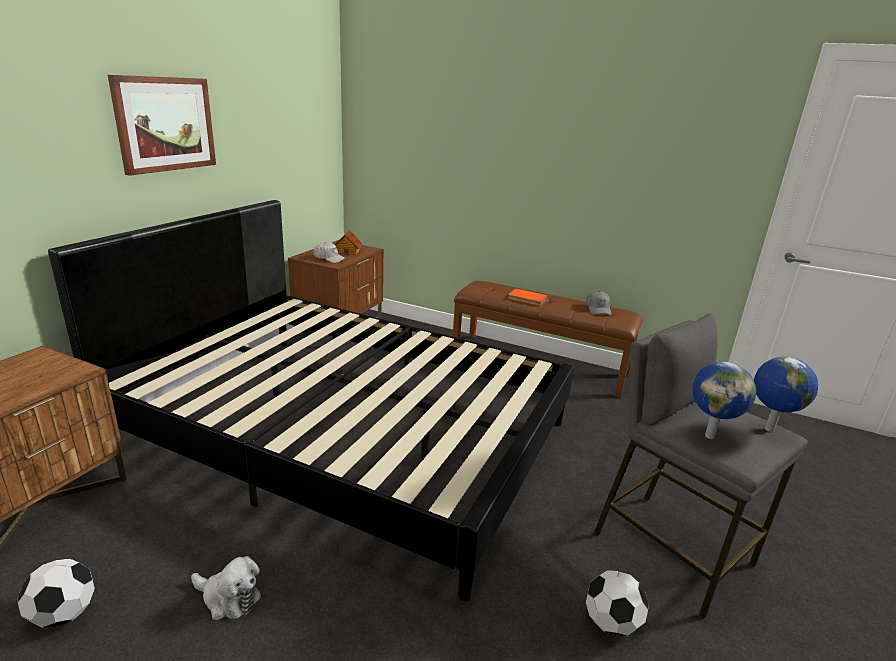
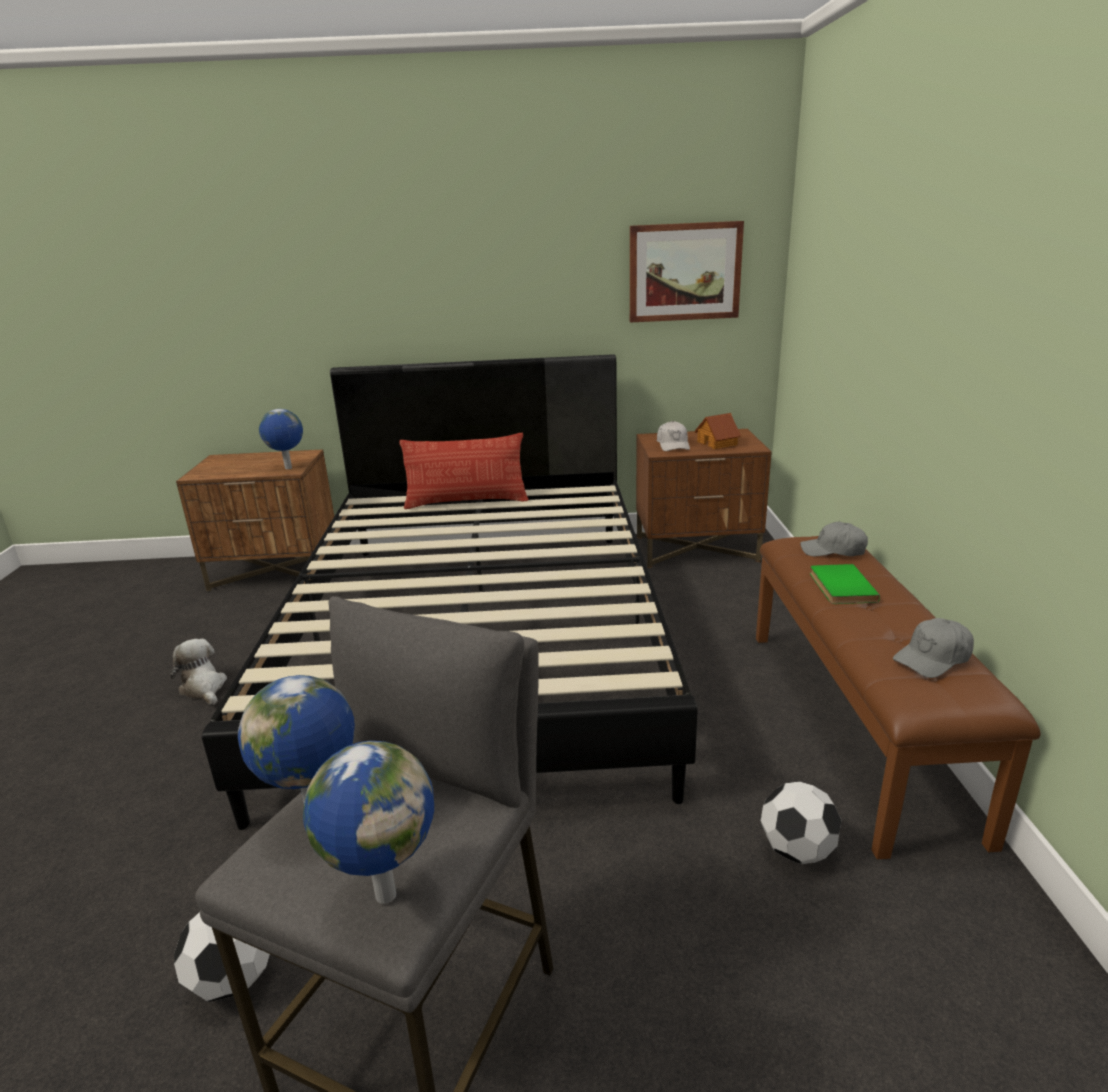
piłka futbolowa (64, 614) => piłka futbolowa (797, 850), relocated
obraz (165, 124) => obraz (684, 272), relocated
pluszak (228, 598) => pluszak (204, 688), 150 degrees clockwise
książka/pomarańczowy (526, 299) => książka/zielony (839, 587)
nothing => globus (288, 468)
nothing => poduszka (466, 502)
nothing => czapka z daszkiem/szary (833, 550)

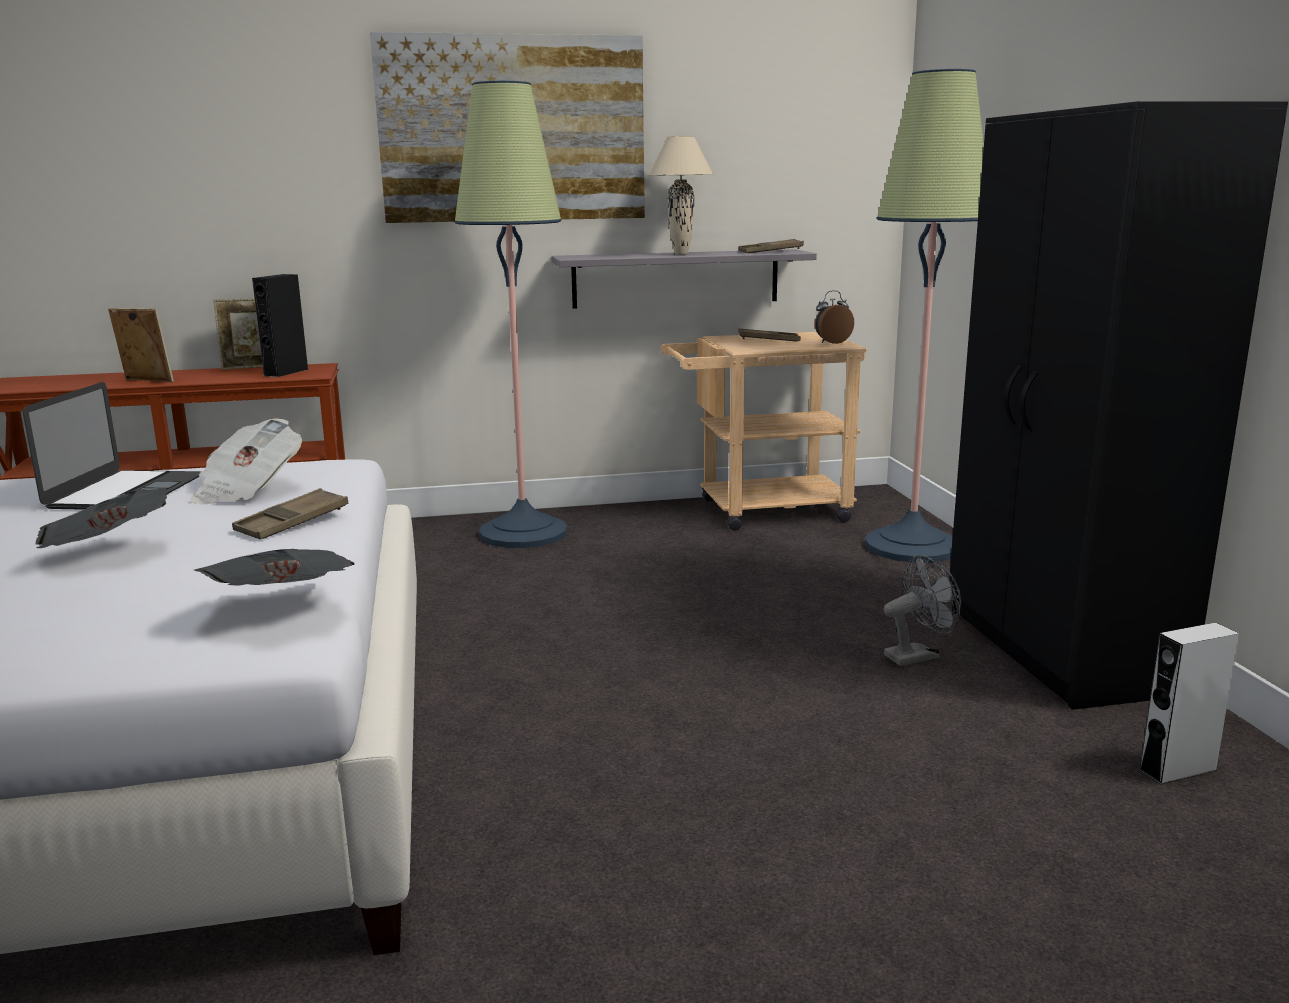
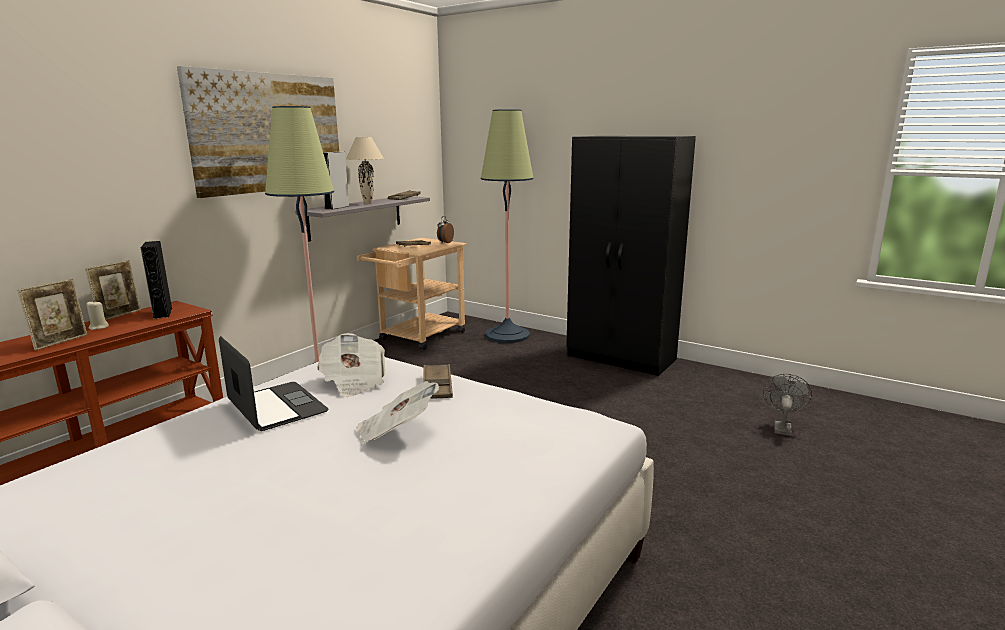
ramka na zdjęcie (146, 381) => ramka na zdjęcie (61, 342), 135 degrees clockwise
gazeta (284, 607) => nothing
wentylator/szary (918, 655) => wentylator/szary (781, 427), relocated
głośnik/szary (1177, 770) => głośnik/szary (337, 207), relocated
nothing => świeca/beżowy (98, 327)

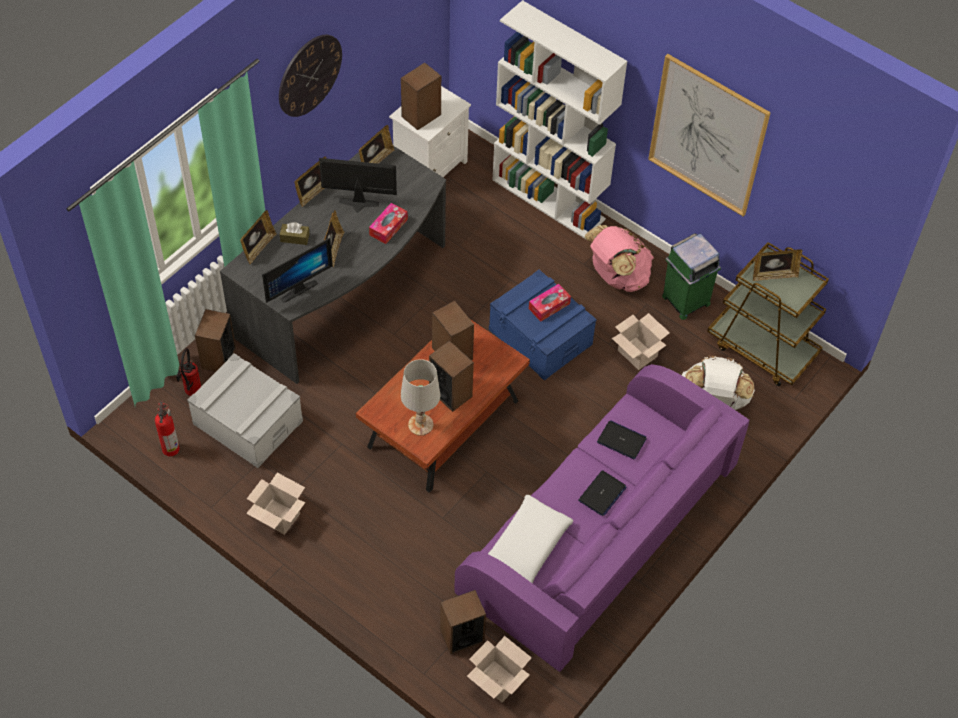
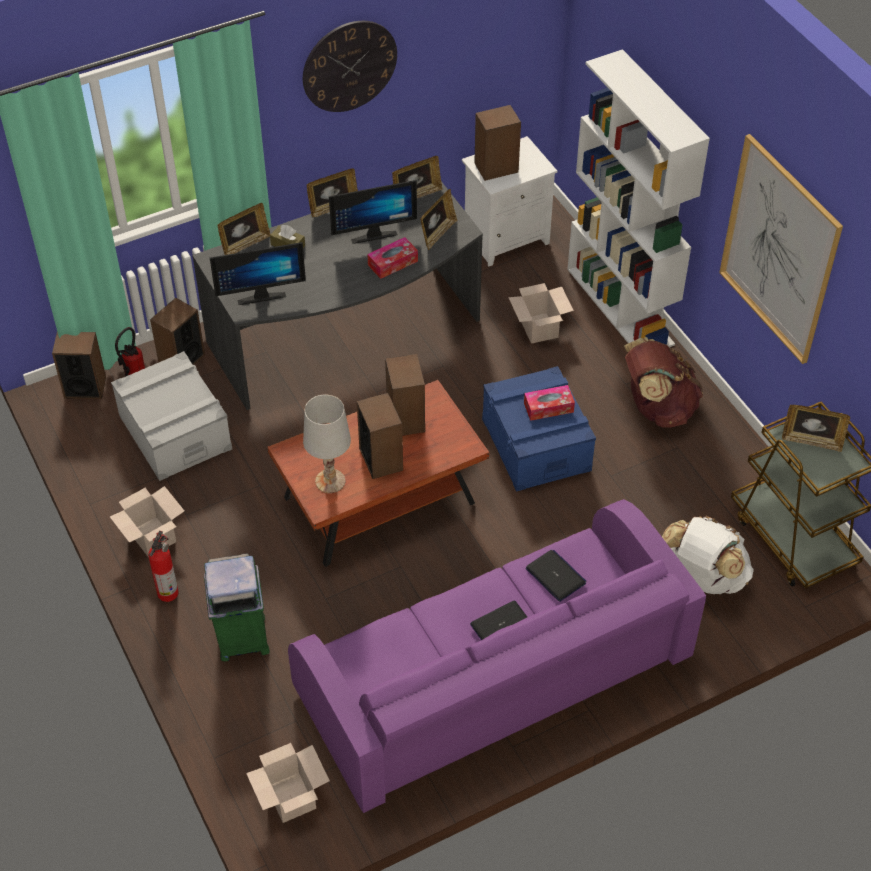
gaśnica (171, 448) => gaśnica (168, 591), relocated
monitor (358, 206) => monitor (372, 233), 135 degrees clockwise
ramka na zdjęcie (333, 249) => ramka na zdjęcie (437, 234), relocated
głośnik (462, 636) => głośnik (85, 387), relocated
poduszka/biały (527, 545) => nothing
plecak/różowy (617, 276) => plecak/brązowy (657, 408)
karton (638, 354) => karton (540, 329), relocated
kosz na śmieci/zielony (685, 301) => kosz na śmieci/zielony (241, 638), relocated

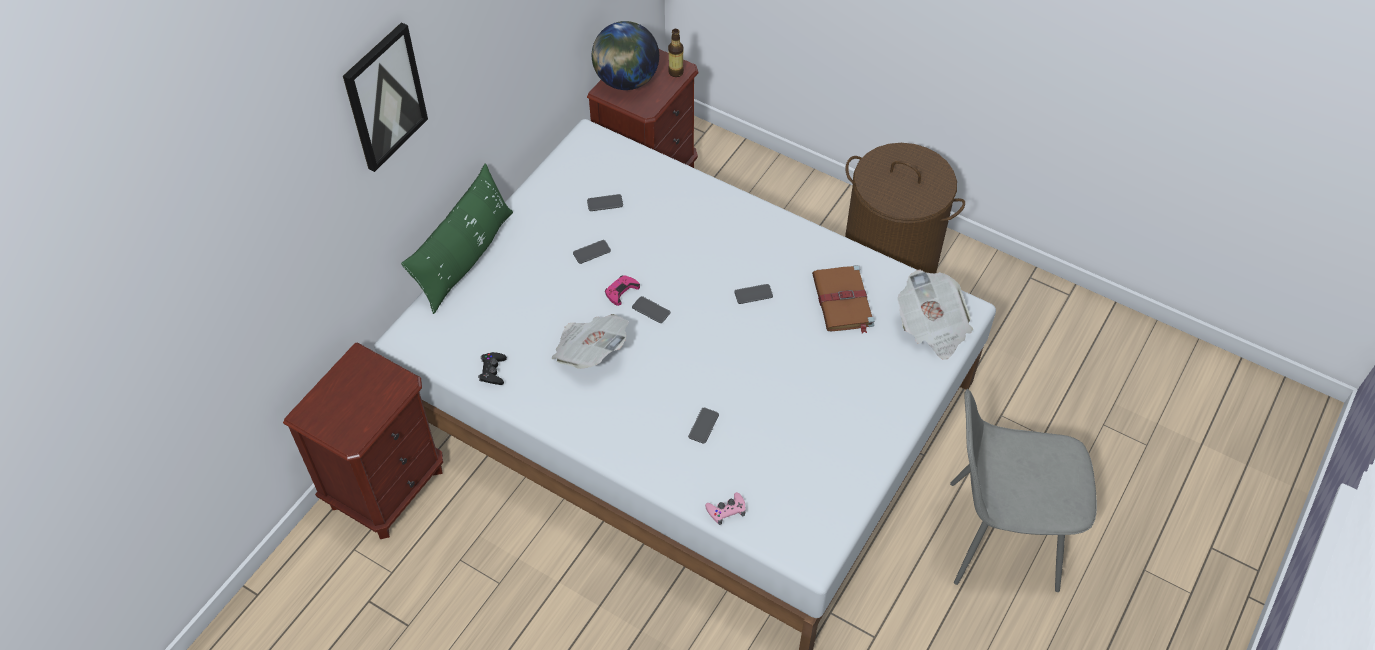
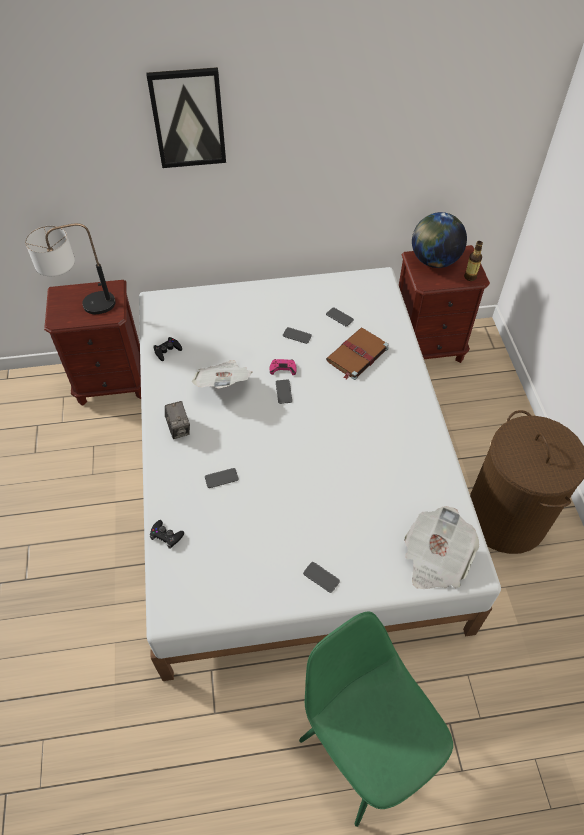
poduszka/zielony (465, 258) => nothing
pad do gier/różowy (726, 510) => pad do gier/czarny (166, 535)
telefon (753, 294) => telefon (321, 577), relocated
książka/brązowy (843, 302) => książka/brązowy (356, 355), relocated
krzesło/szary (998, 535) => krzesło/zielony (366, 744)
nothing => lampa stołowa (83, 307)
nothing => aparat fotograficzny (179, 428)

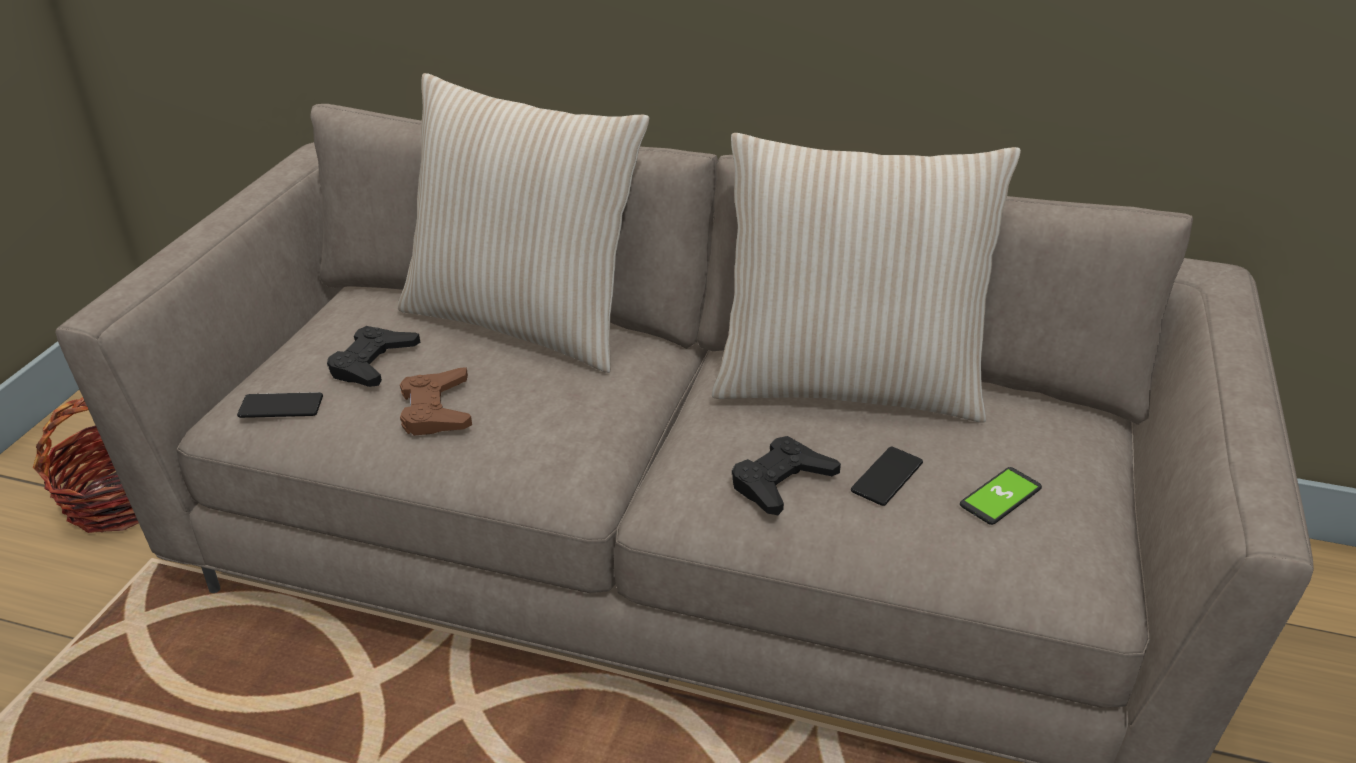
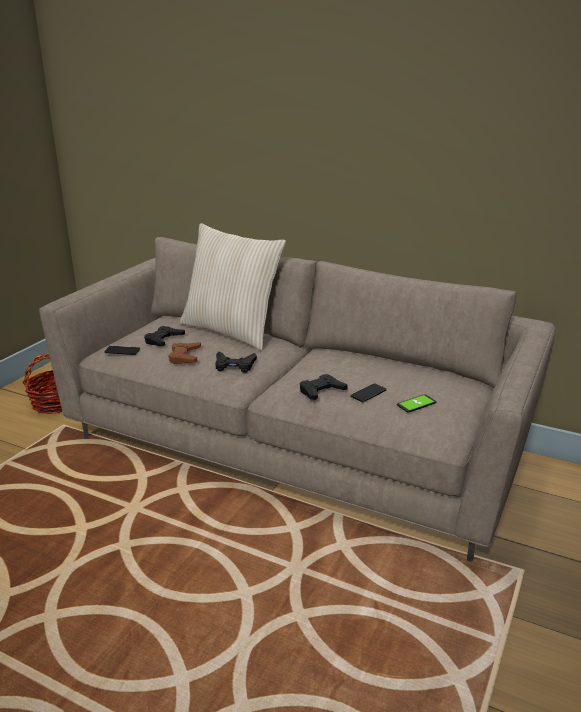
poduszka/beżowy (848, 384) => nothing
nothing => pad do gier/czarny (234, 365)

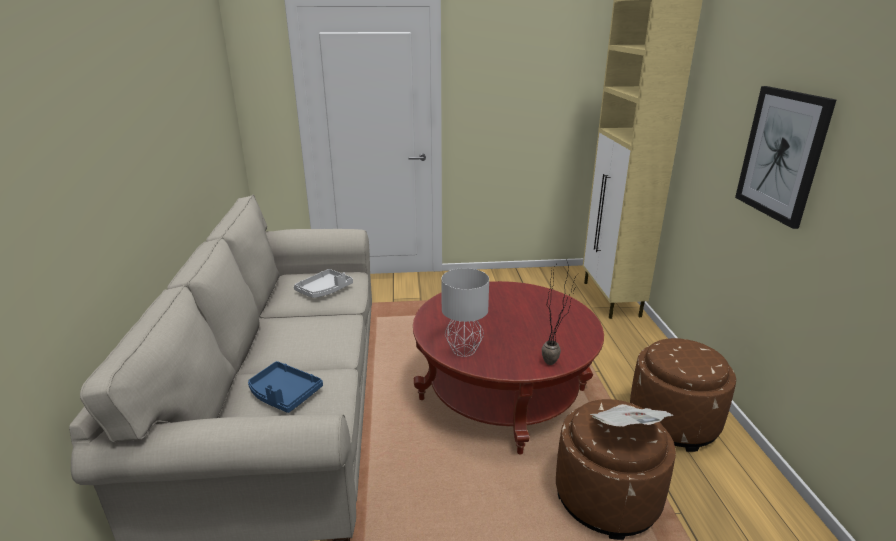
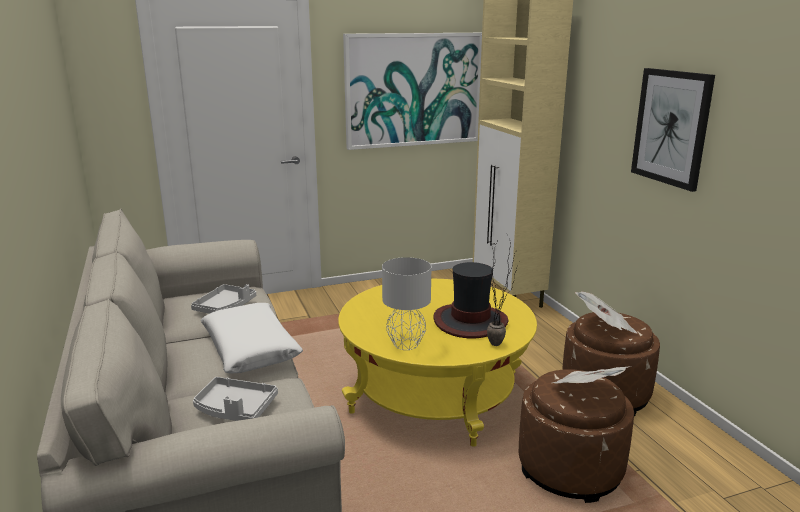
taca/niebieski (284, 394) => taca/szary (235, 409)
ława/czerwony (502, 394) => ława/żółty (434, 395)
nothing => poduszka/biały (251, 348)
nothing => obraz (413, 90)
nothing => kapelusz (470, 321)
nothing => gazeta (604, 327)

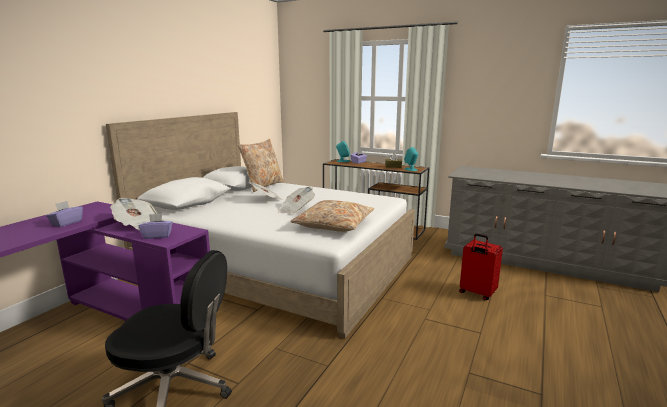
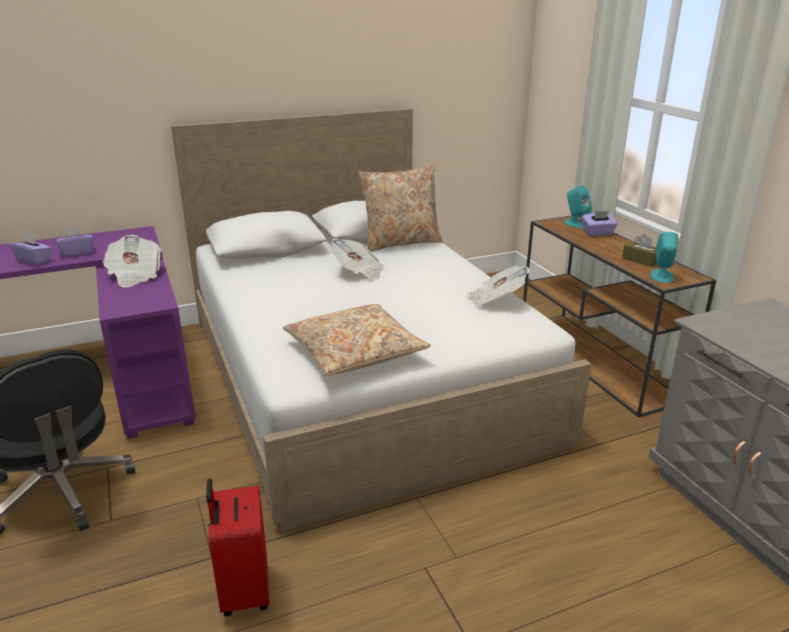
pudełko chusteczek/fioletowy (157, 236) => pudełko chusteczek/fioletowy (34, 260), relocated
gazeta (296, 210) => gazeta (495, 300), relocated
walizka/czerwony (477, 293) => walizka/czerwony (243, 592), relocated

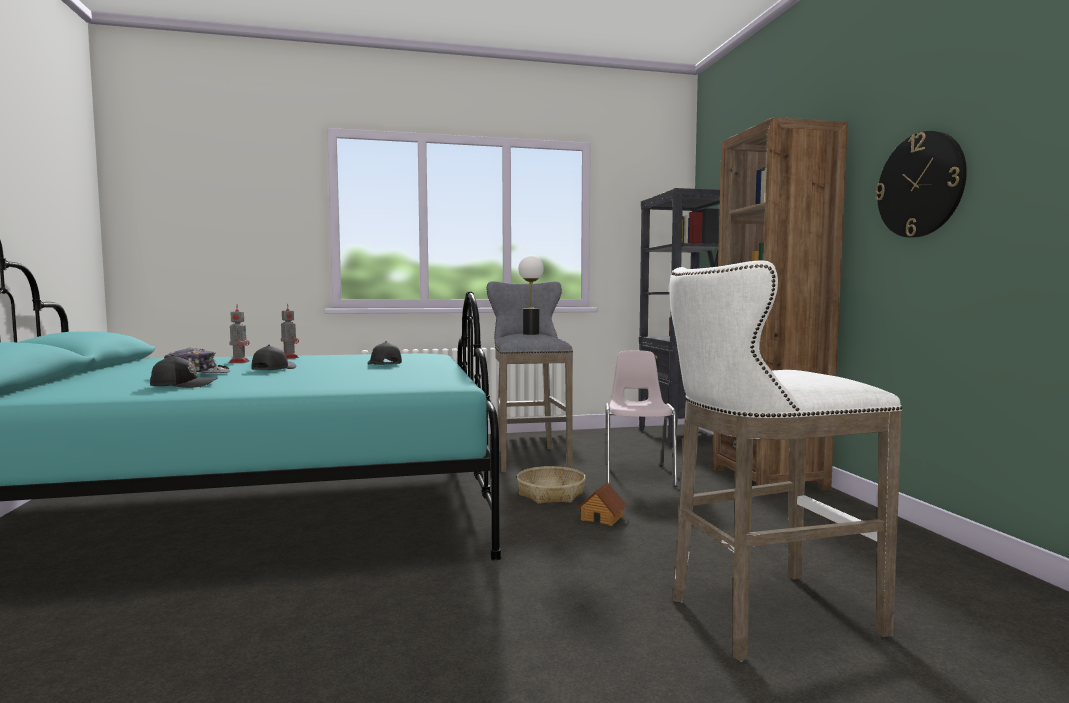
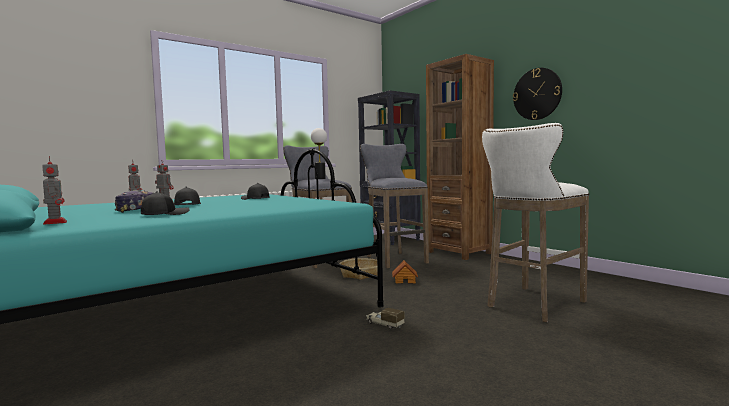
krzesło/różowy (638, 474) => stołek/szary (393, 259)
nothing => robot zabawkowy (55, 222)
nothing => ciężarówka zabawkowa (384, 324)

